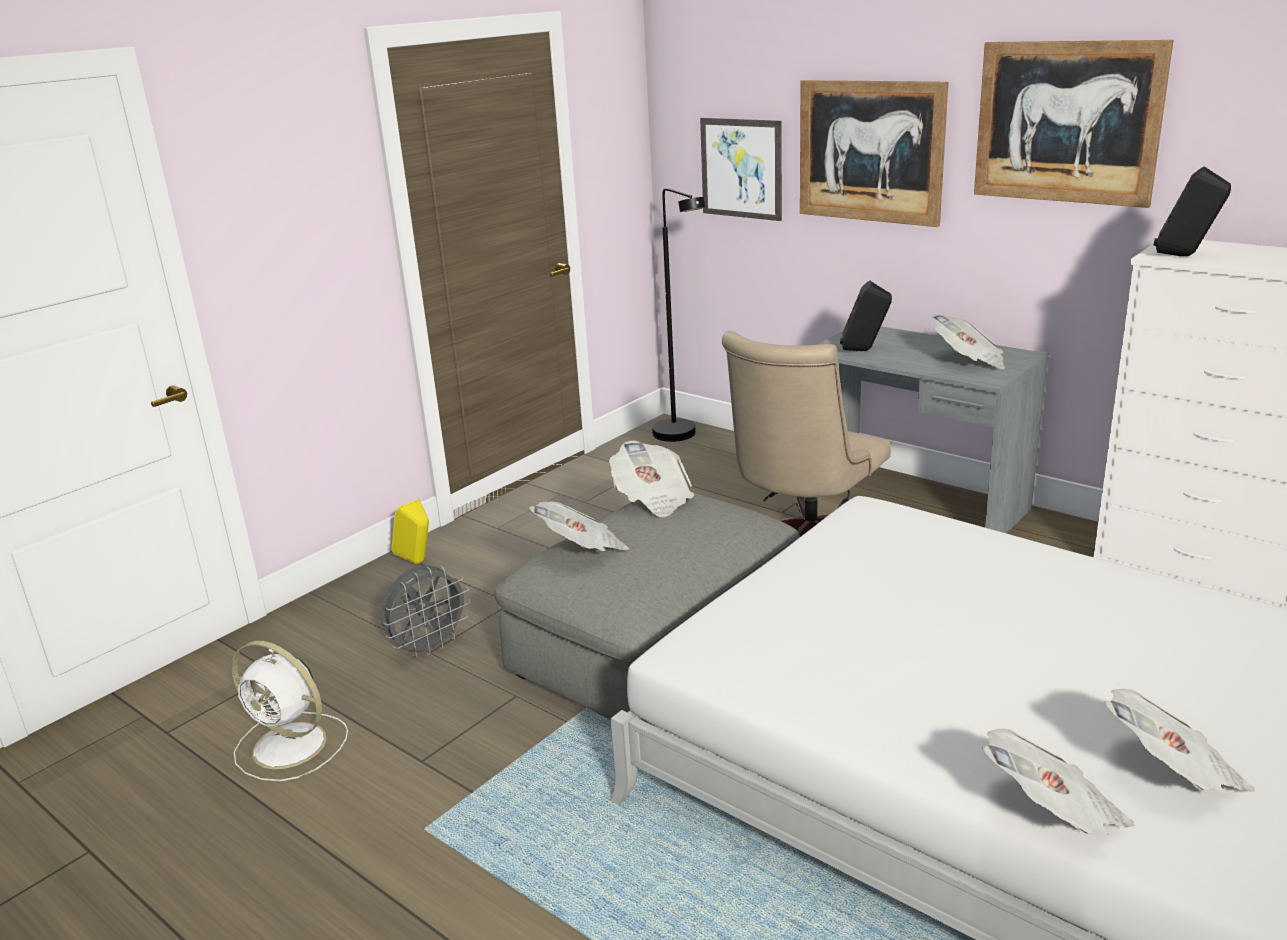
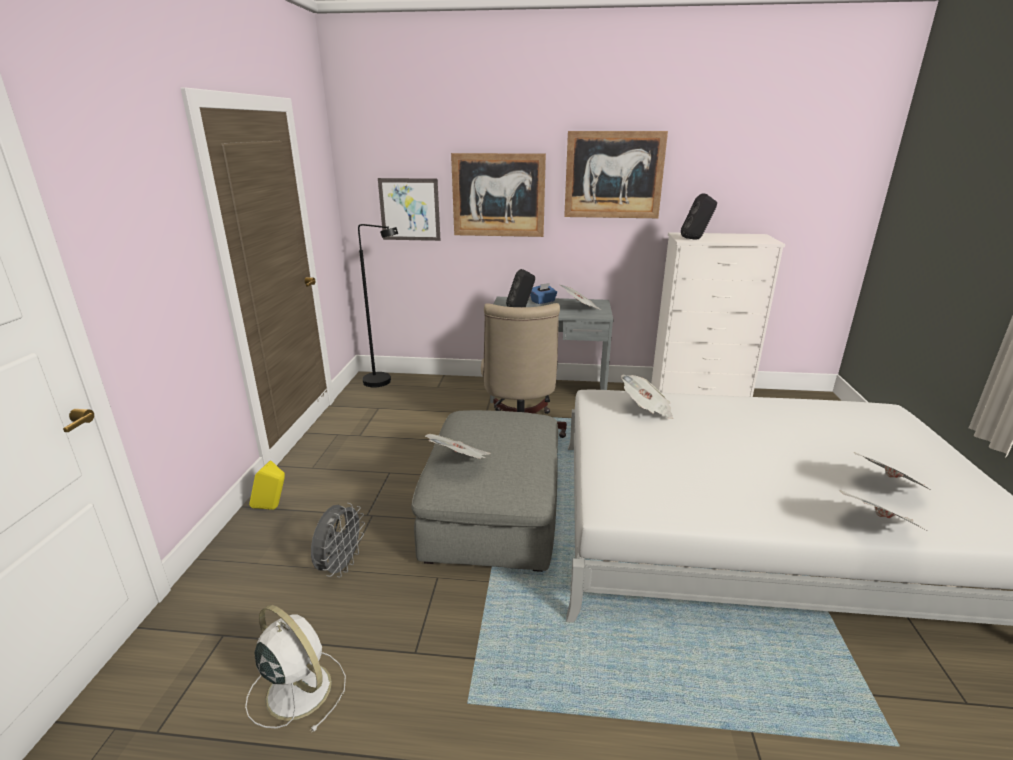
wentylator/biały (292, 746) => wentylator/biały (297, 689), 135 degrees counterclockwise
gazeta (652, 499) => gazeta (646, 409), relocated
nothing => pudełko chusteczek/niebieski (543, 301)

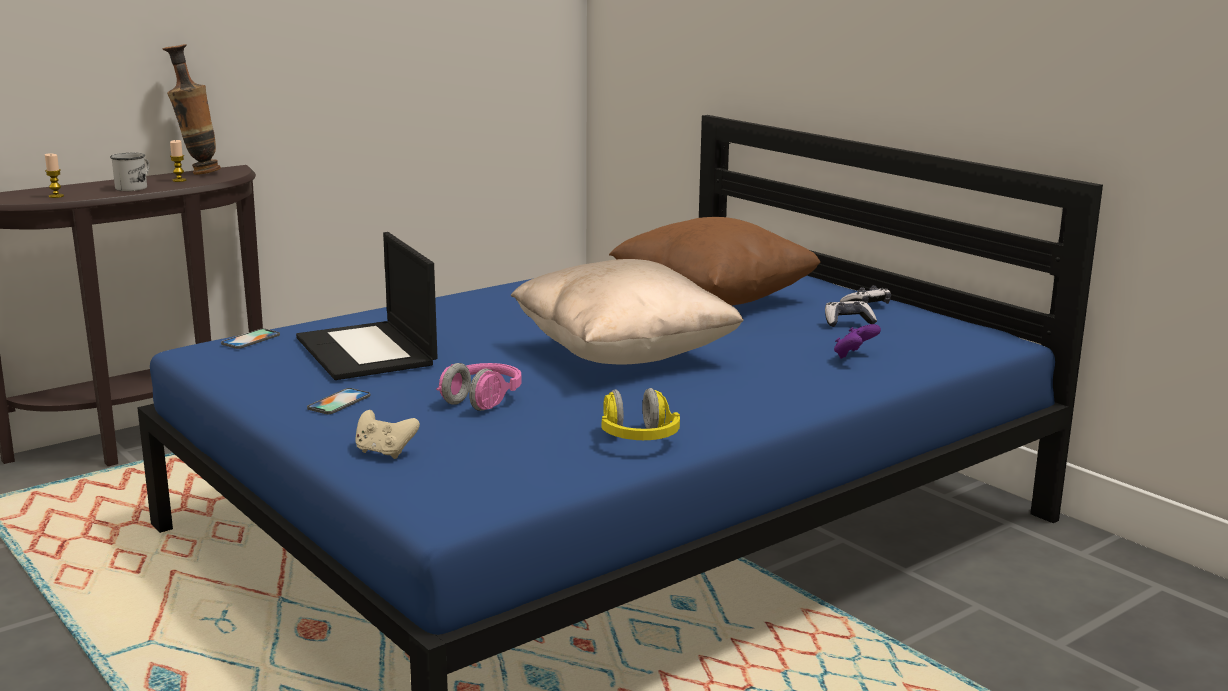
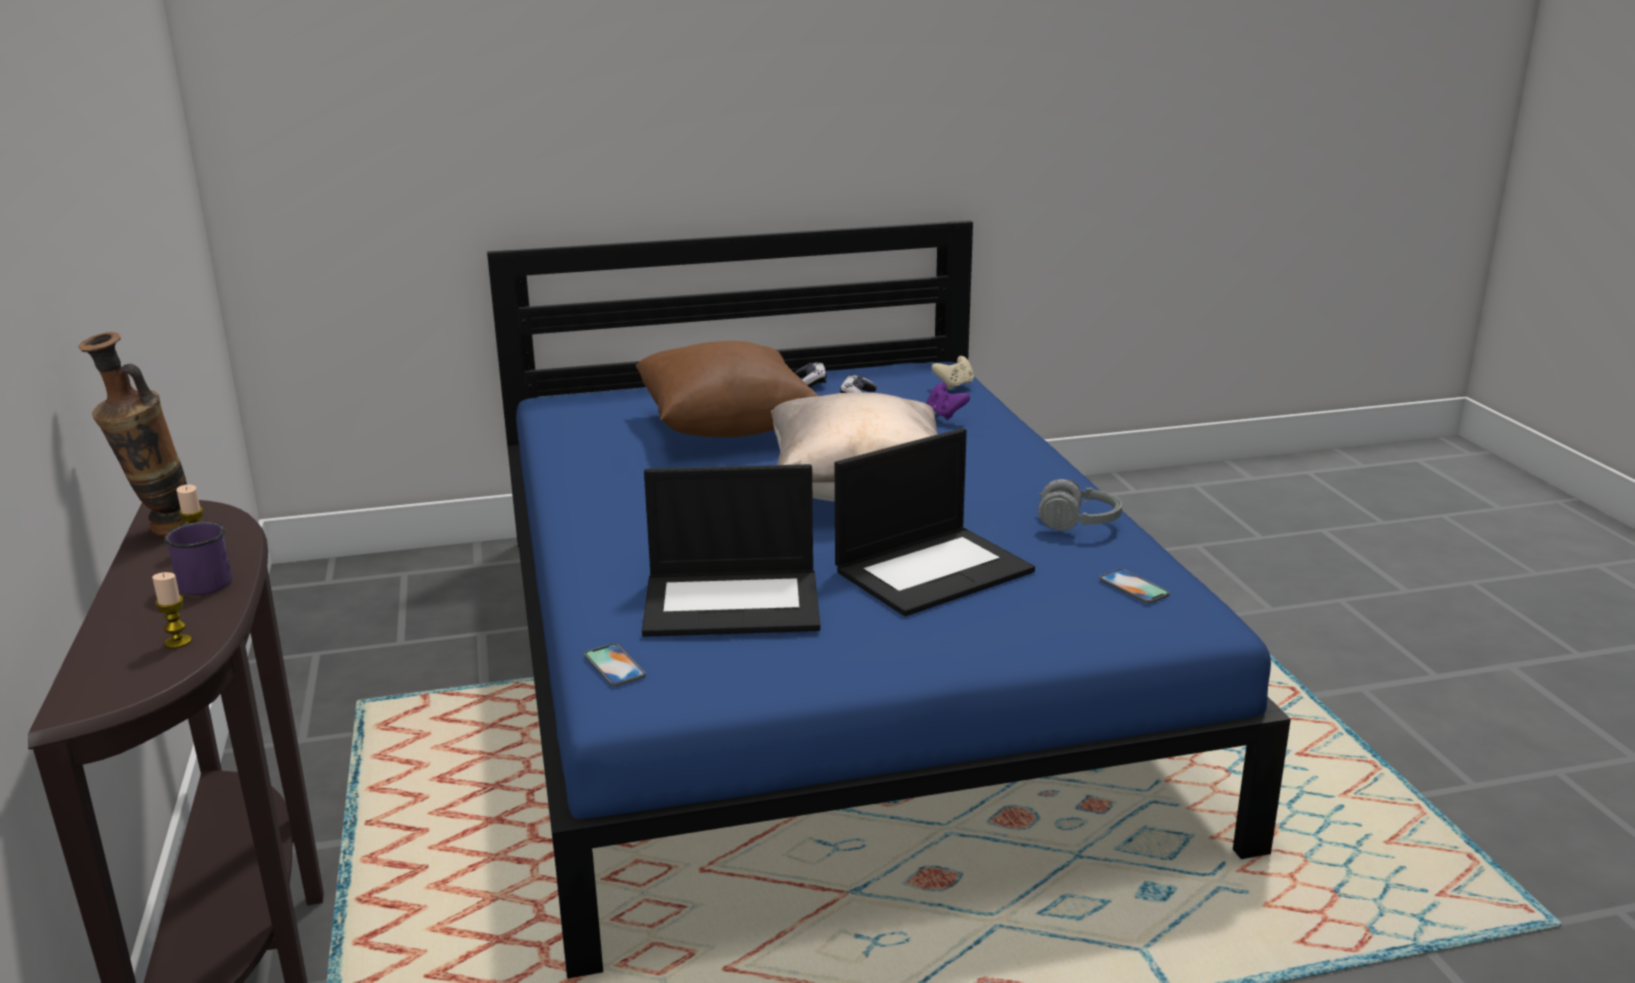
kubek/biały (135, 187) => kubek/fioletowy (201, 581)
telefon (339, 402) => telefon (1134, 587), relocated
pad do gier/beżowy (384, 452) => pad do gier/beżowy (954, 385), relocated
słuchawki/różowy (481, 400) => laptop (934, 570)
słuchawki/żółty (638, 439) => słuchawki/szary (1078, 524)

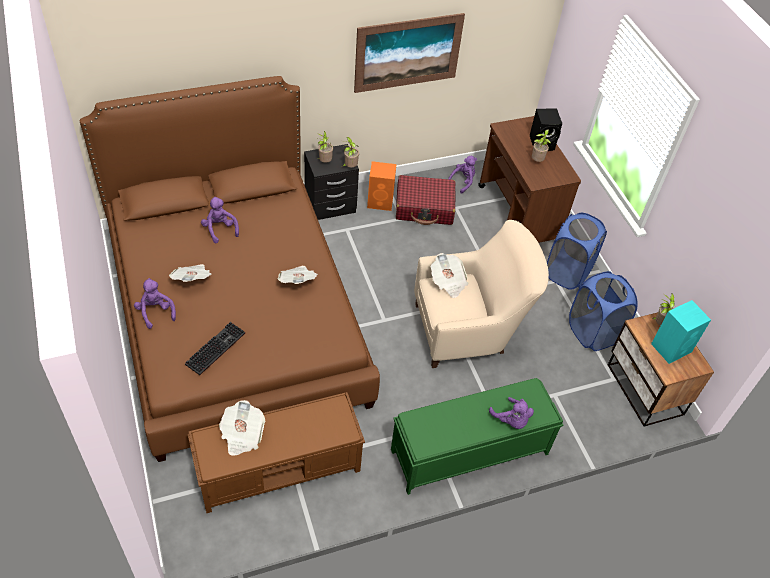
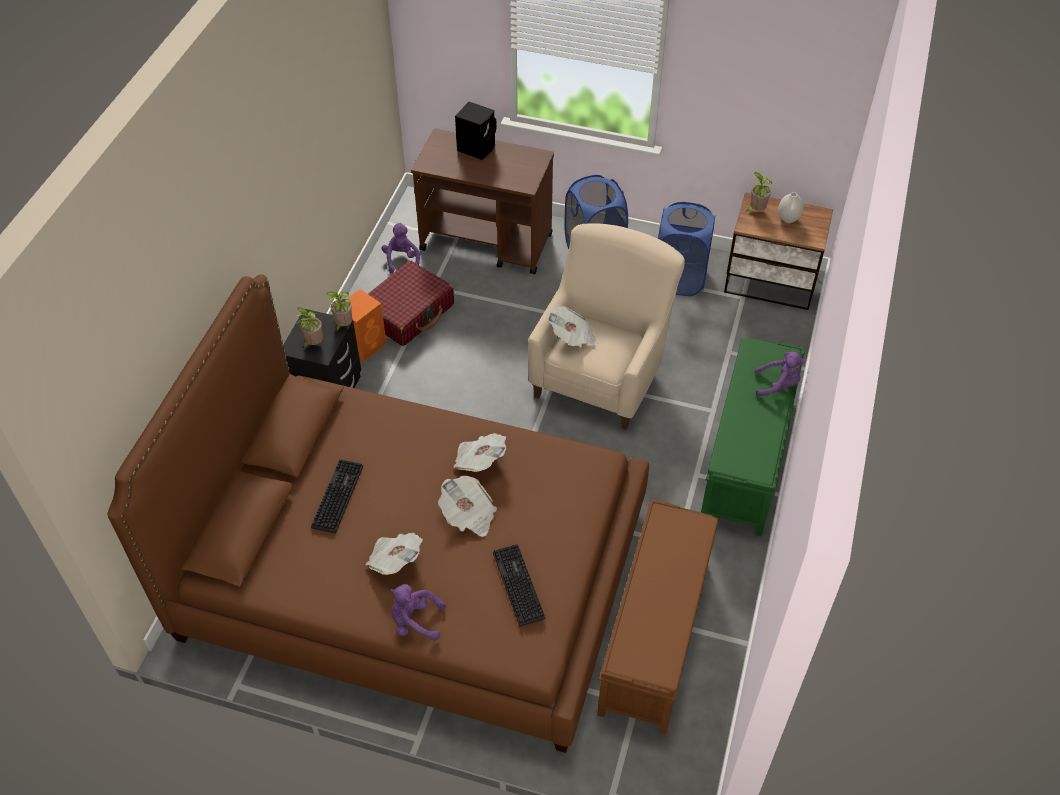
pluszak/fioletowy (220, 229) => klawiatura (336, 495)
gazeta (242, 435) => gazeta (468, 515), relocated
obraz (408, 53) => nothing
roślina doniczkowa (537, 161) => nothing
głośnik/turkusowy (672, 347) => wazon/biały (788, 219)

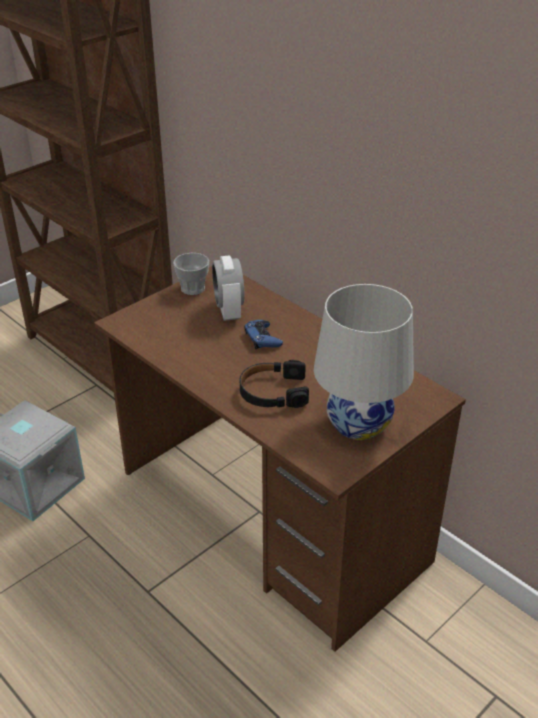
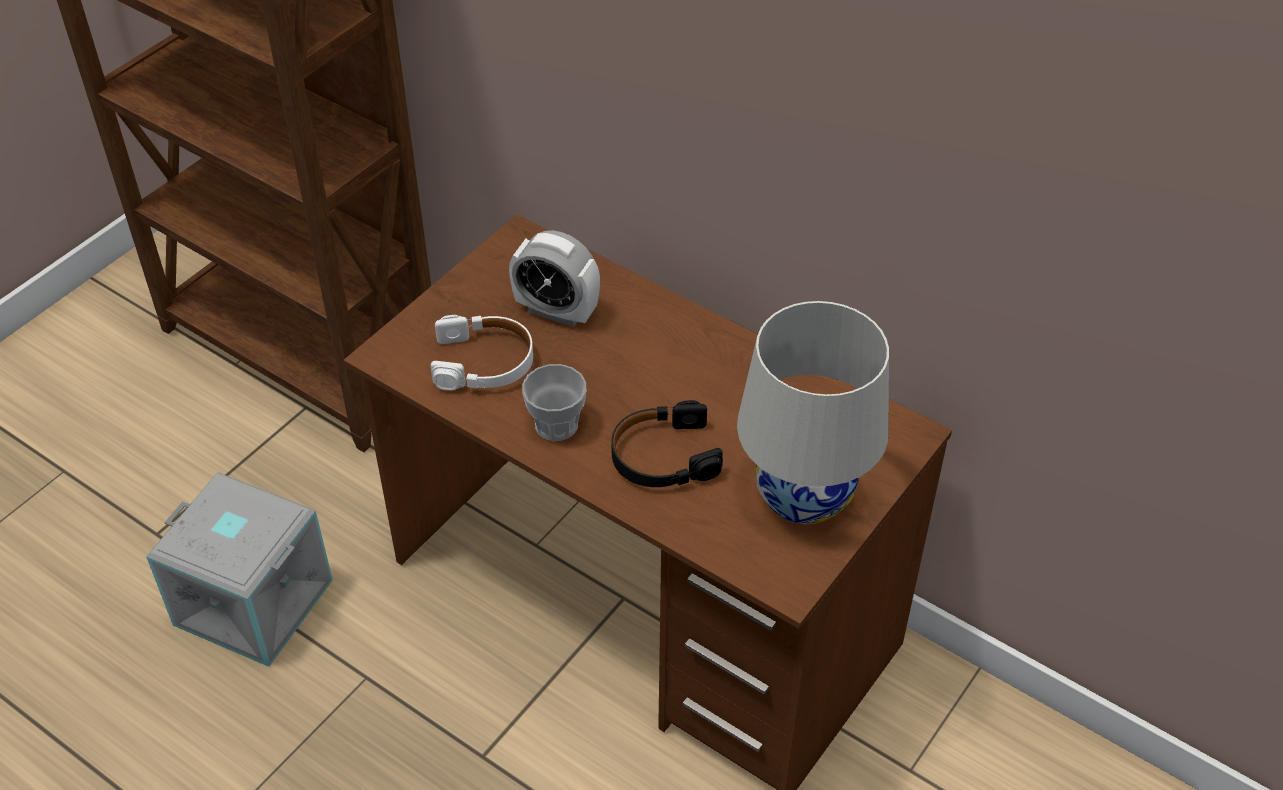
filiżanka (193, 288) => filiżanka (556, 425), relocated
budzik (229, 311) => budzik (556, 311), 45 degrees counterclockwise
pad do gier/niebieski (262, 338) => nothing
nothing => słuchawki/biały (484, 362)

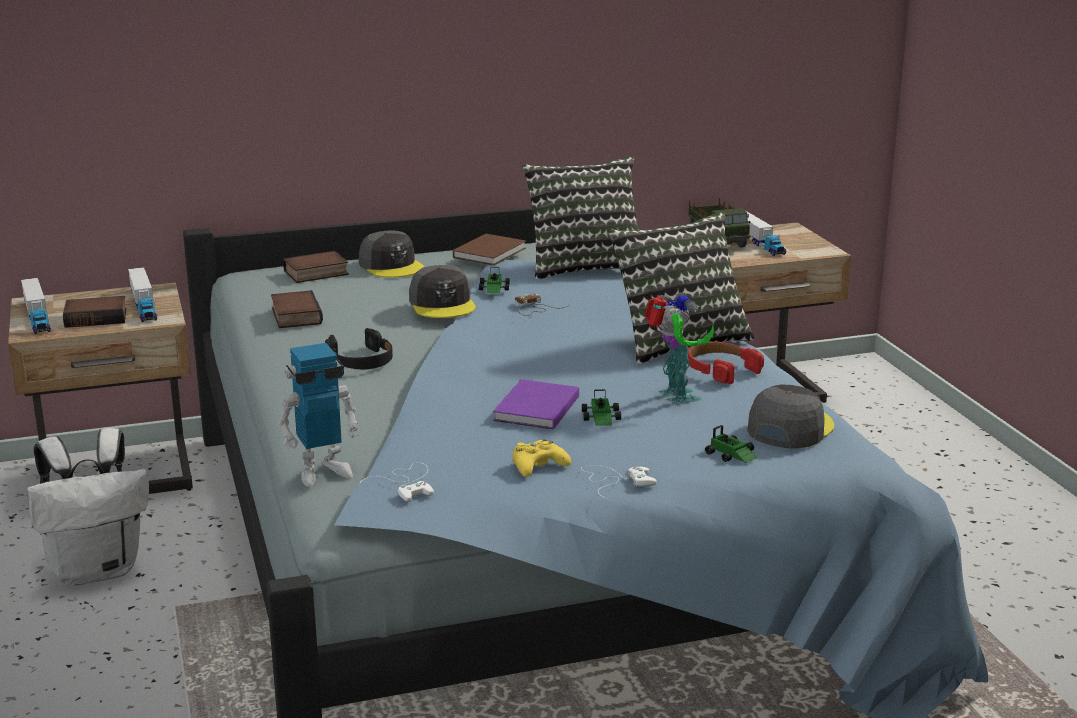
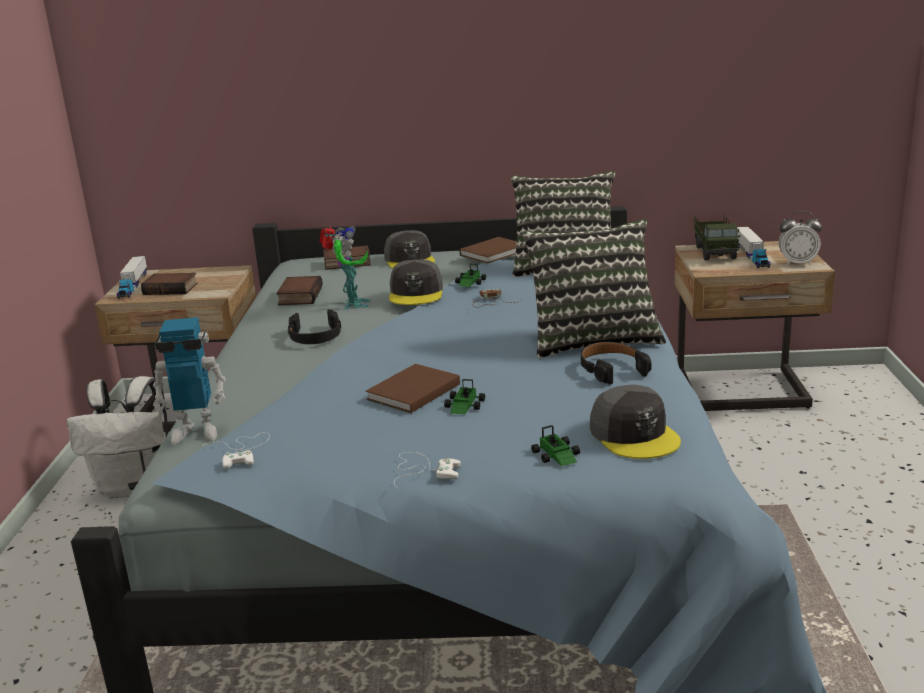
ciężarówka zabawkowa (143, 305) => nothing
książka/fioletowy (534, 409) => książka/brązowy (411, 392)
pad do gier/żółty (538, 466) => nothing
robot zabawkowy (675, 397) => robot zabawkowy (352, 304), relocated
słuchawki/czerwony (720, 369) => słuchawki/czarny (612, 369)
czapka z daszkiem/szary (790, 428) => czapka z daszkiem/szary (634, 435), 105 degrees clockwise
nothing => budzik (797, 263)

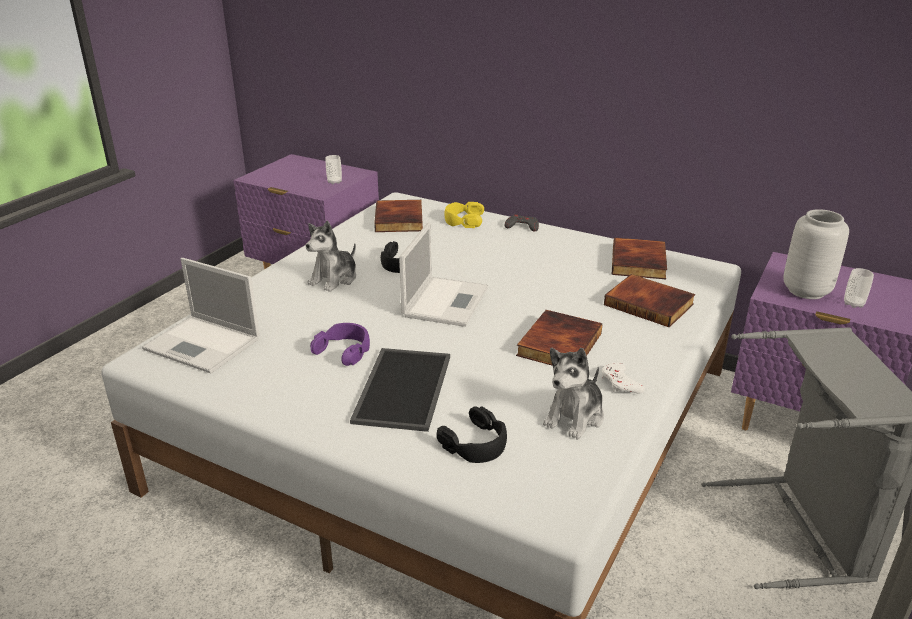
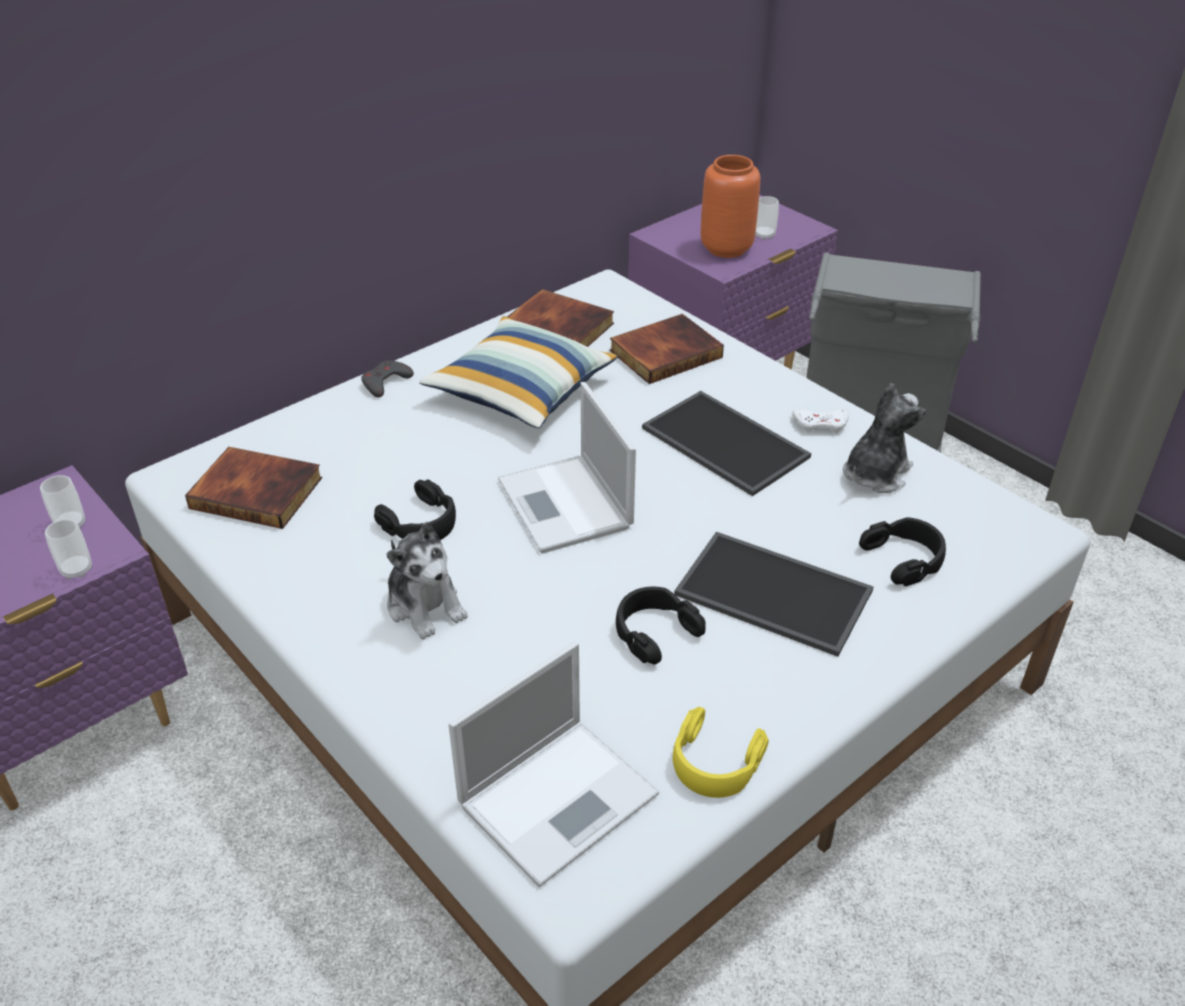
słuchawki/fioletowy (344, 350) => słuchawki/czarny (654, 631)
laptop (446, 301) => laptop (566, 505), 150 degrees counterclockwise
słuchawki/żółty (463, 220) => słuchawki/żółty (714, 762), relocated
książka (558, 343) => taca (722, 443)
pluszak (575, 417) => pluszak (875, 474), 105 degrees counterclockwise
wazon/szary (805, 291) => wazon/pomarańczowy (725, 249)
nothing => filiżanka (77, 570)
nothing => poduszka (521, 391)

